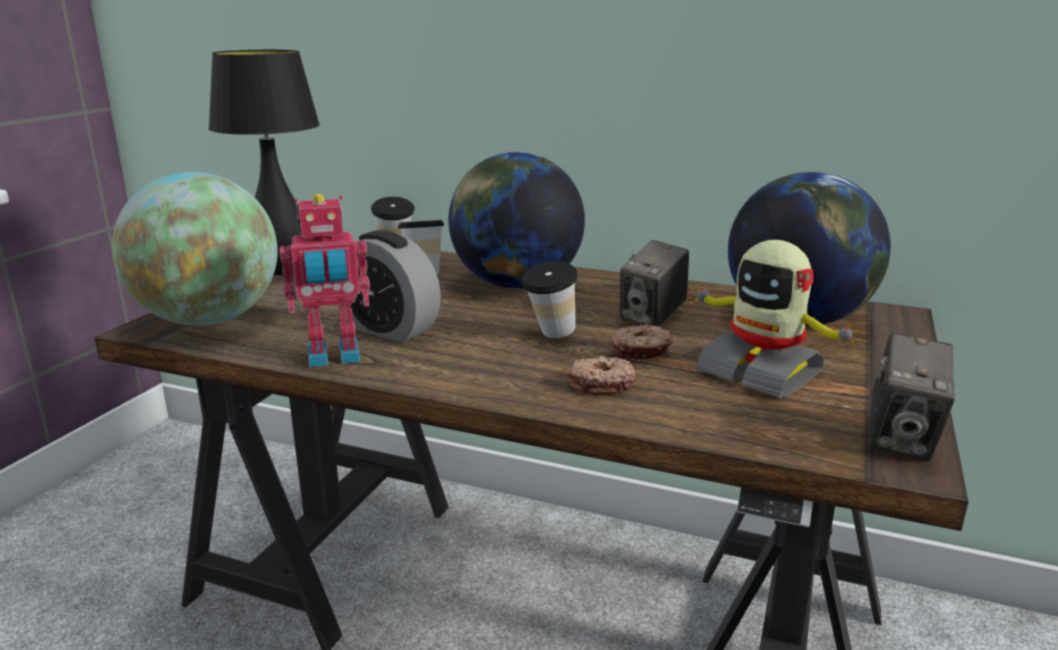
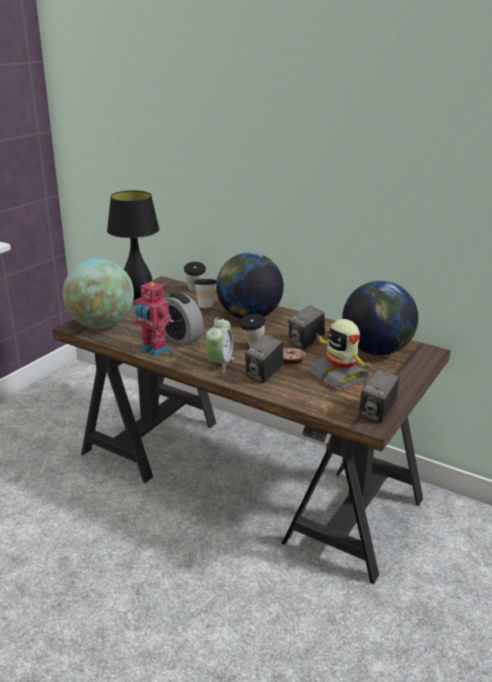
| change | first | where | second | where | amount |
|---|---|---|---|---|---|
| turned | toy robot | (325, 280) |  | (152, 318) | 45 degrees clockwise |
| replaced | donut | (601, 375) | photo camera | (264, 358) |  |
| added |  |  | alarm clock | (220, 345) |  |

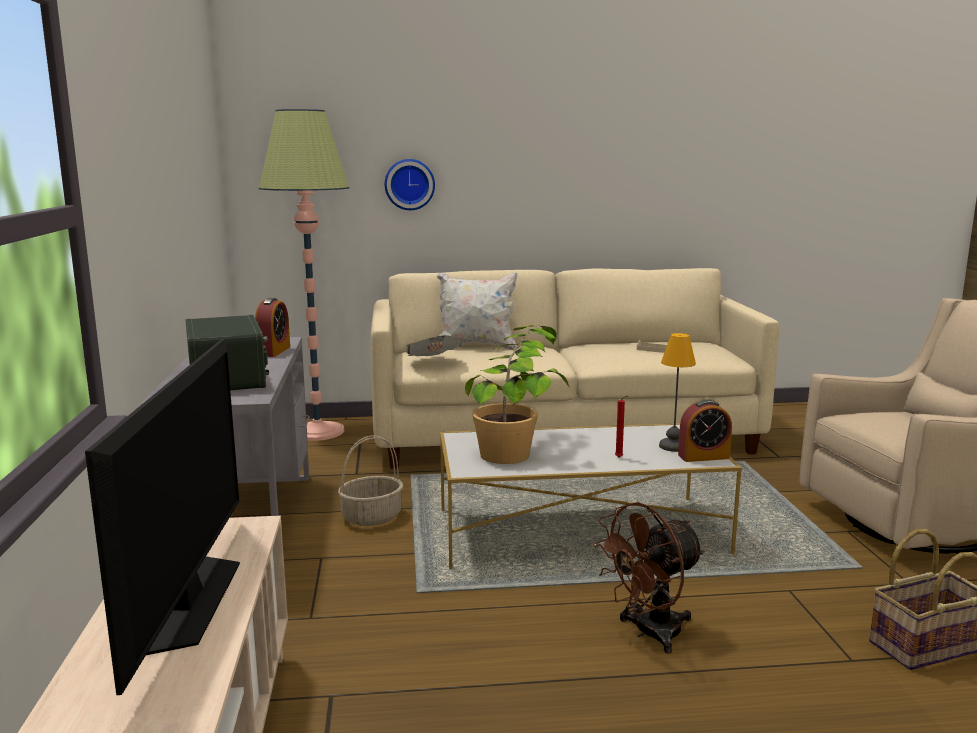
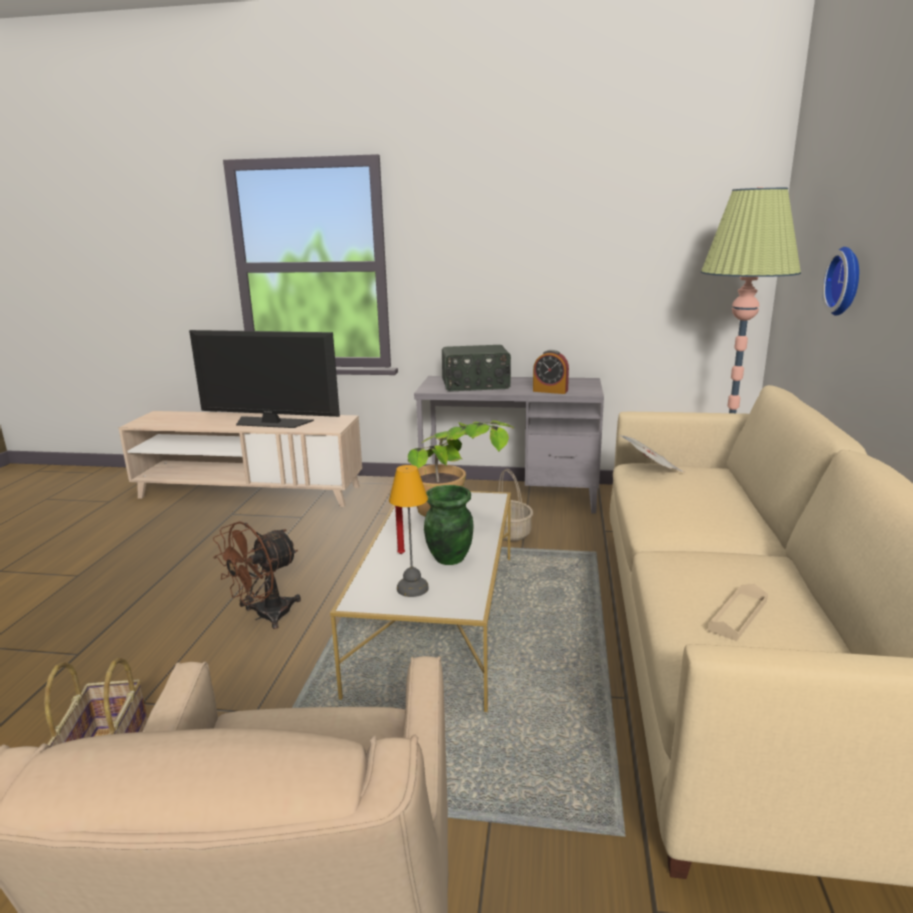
| change | first | where | second | where | amount |
|---|---|---|---|---|---|
| removed | white pillow | (477, 311) |  |  |  |
| turned | brown fan | (649, 578) |  | (257, 575) | 120 degrees counterclockwise |
| removed | alarm clock | (705, 430) |  |  |  |
| added |  |  | green vase | (449, 525) |  |

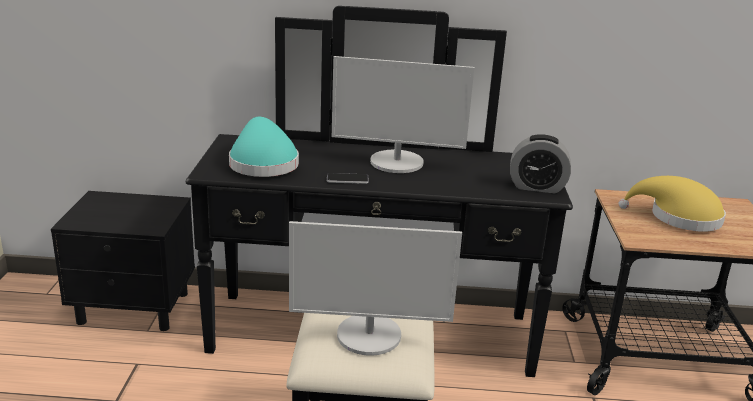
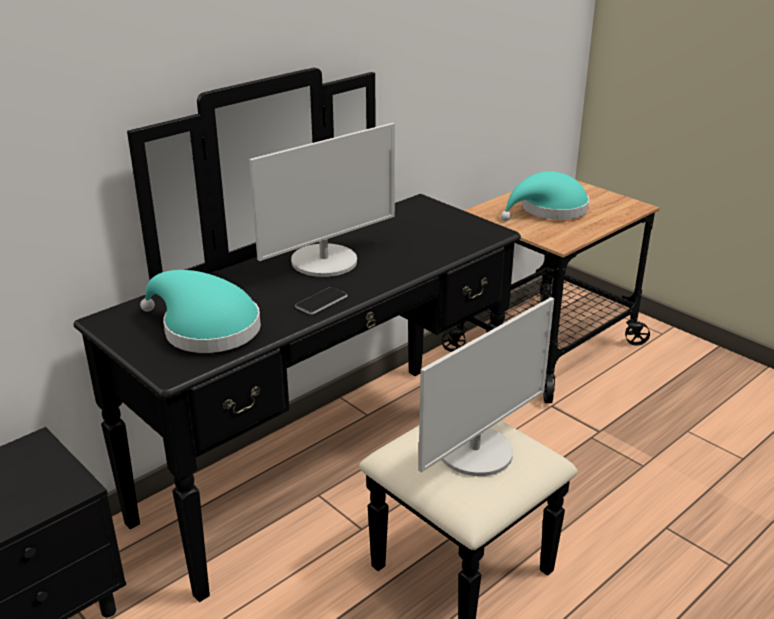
| change | first | where | second | where | amount |
|---|---|---|---|---|---|
| removed | alarm clock | (540, 163) |  |  |  |
| recoloured | yellow hat | (672, 204) | turquoise hat | (544, 196) |  |

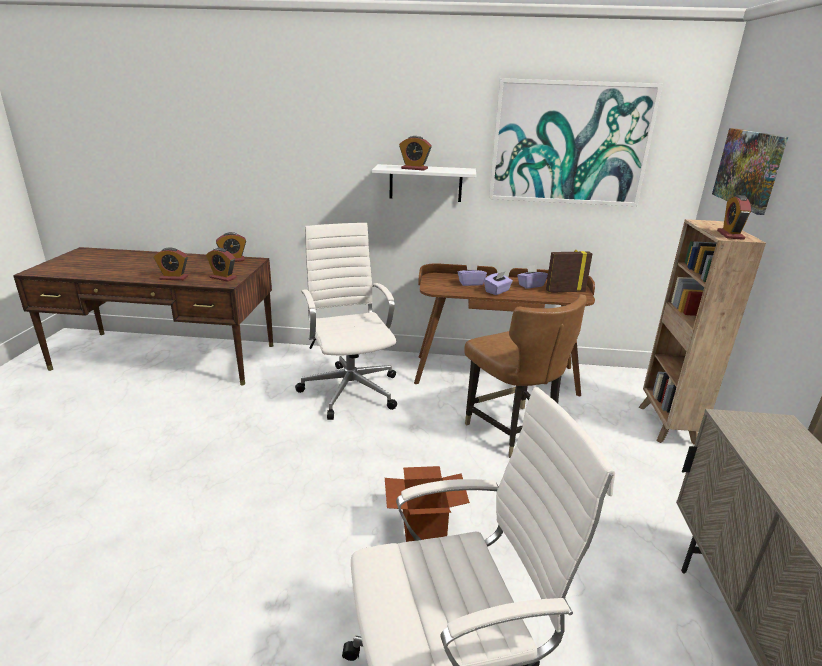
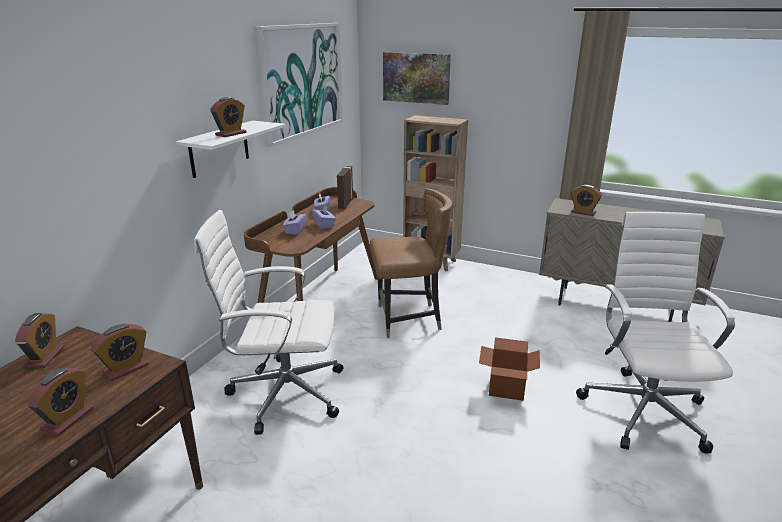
| change | first | where | second | where | amount |
|---|---|---|---|---|---|
| moved | alarm clock | (734, 217) |  | (586, 200) |  |

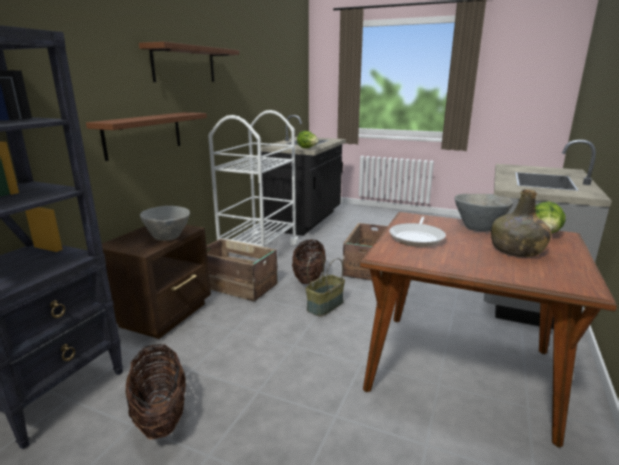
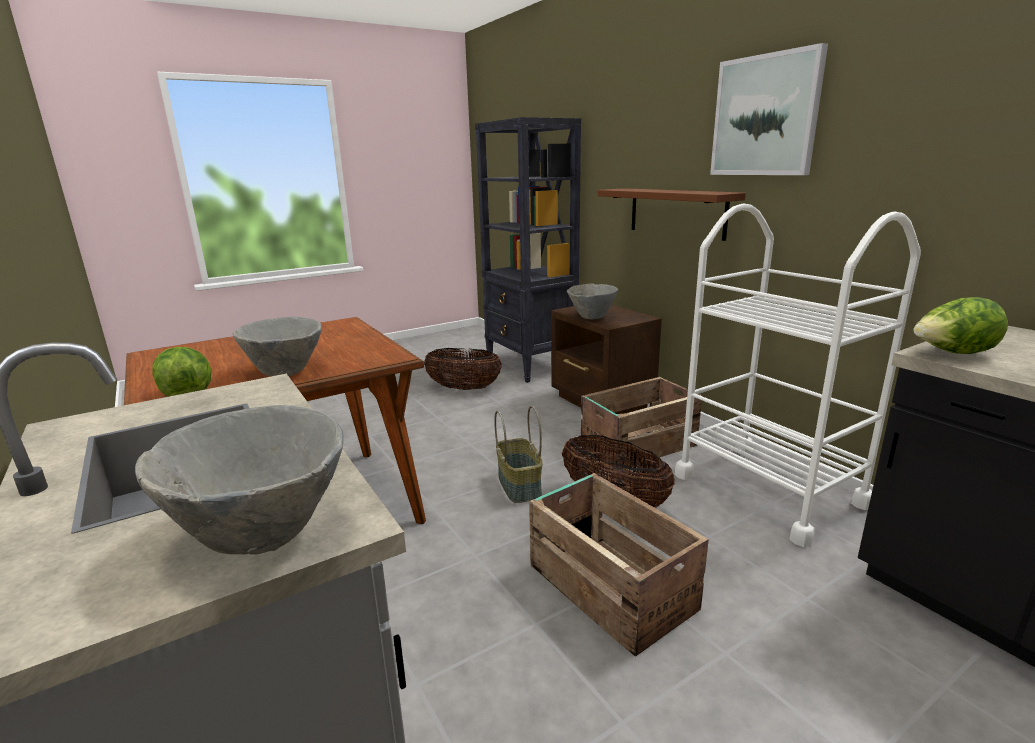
| change | first | where | second | where | amount |
|---|---|---|---|---|---|
| replaced | brown shelf | (189, 62) | picture | (769, 109) |  |
| removed | frying pan | (417, 231) |  |  |  |
| removed | green bottle | (521, 223) |  |  |  |
| added |  |  | grey bowl | (239, 480) |  |

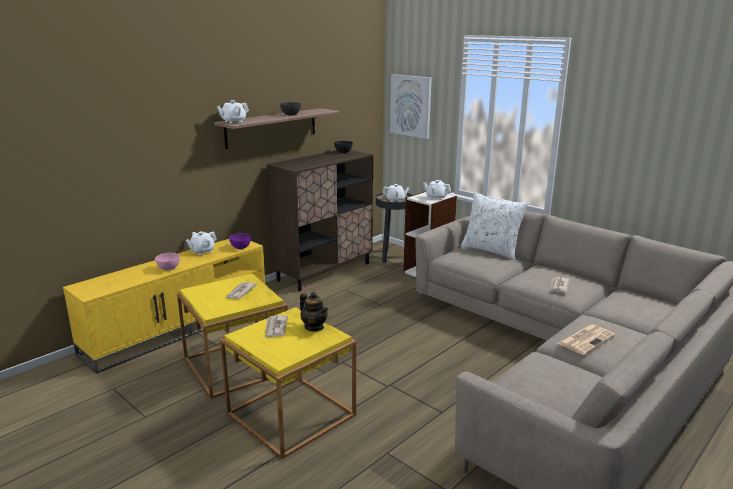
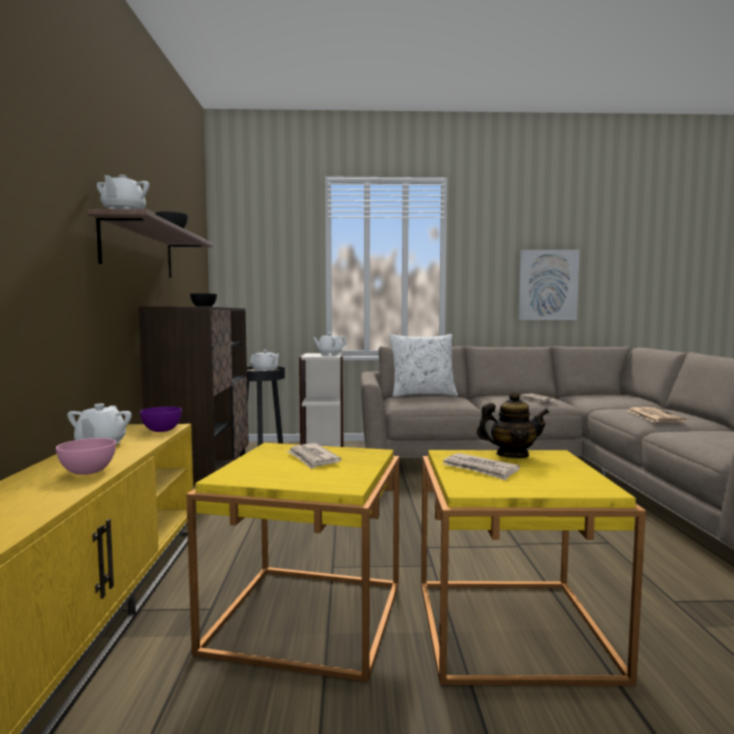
| change | first | where | second | where | amount |
|---|---|---|---|---|---|
| moved | picture | (411, 106) |  | (549, 285) |  |

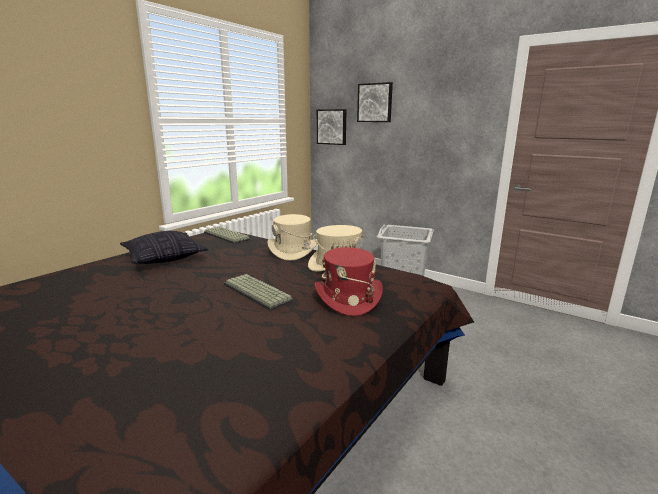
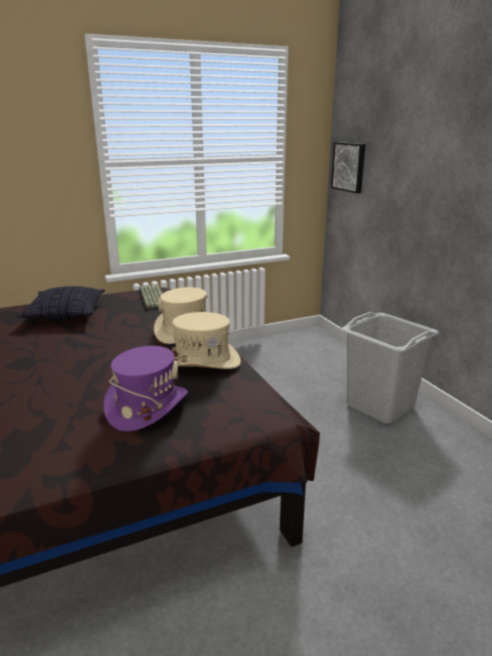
| change | first | where | second | where | amount |
|---|---|---|---|---|---|
| removed | keyboard | (259, 292) |  |  |  |
| recoloured | red hat | (349, 281) | purple hat | (146, 389) |  |
| removed | picture | (375, 102) |  |  |  |

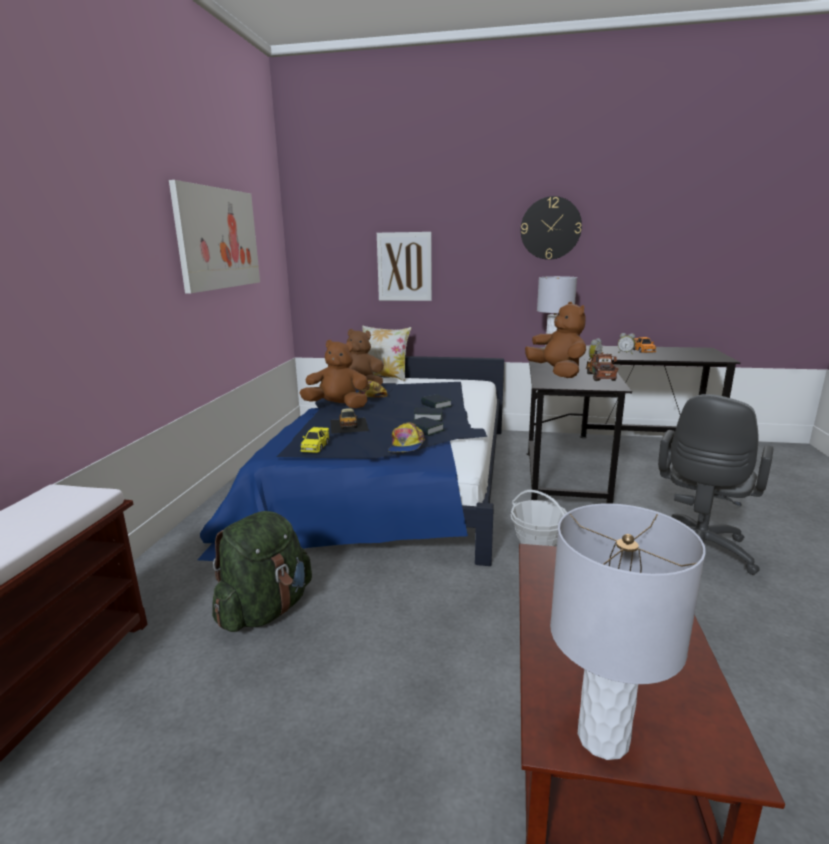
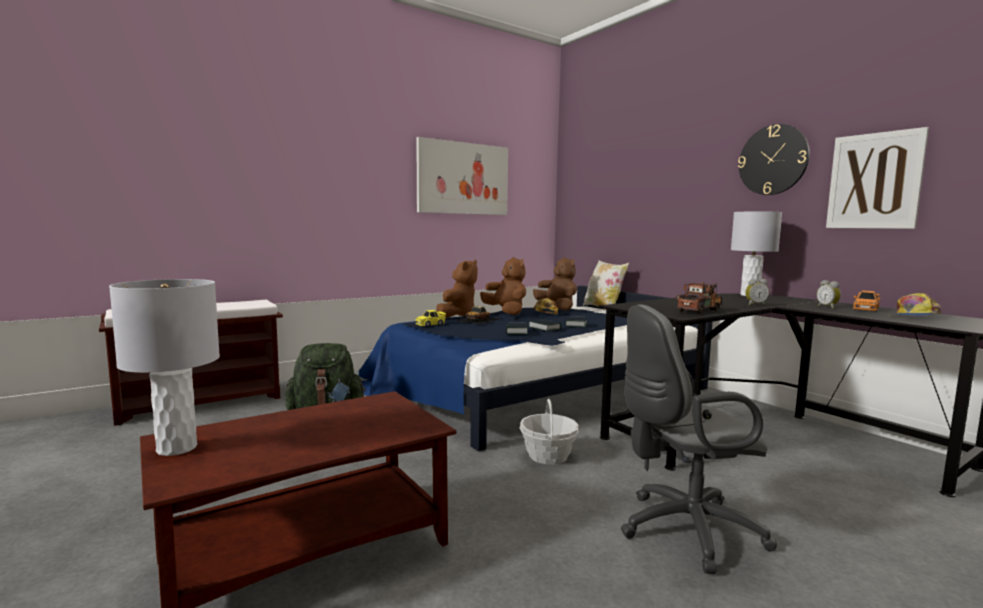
| change | first | where | second | where | amount |
|---|---|---|---|---|---|
| moved | picture | (404, 266) |  | (877, 178) |  |
| moved | cap | (406, 437) |  | (914, 304) |  |
| moved | brown plush toy | (555, 340) |  | (457, 289) |  |

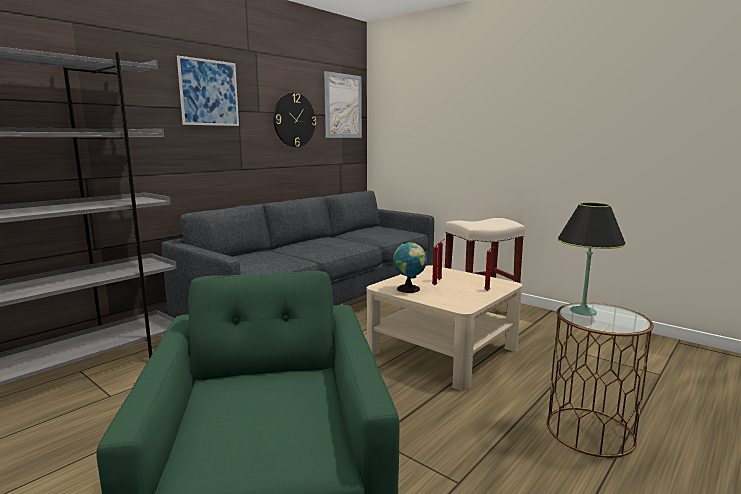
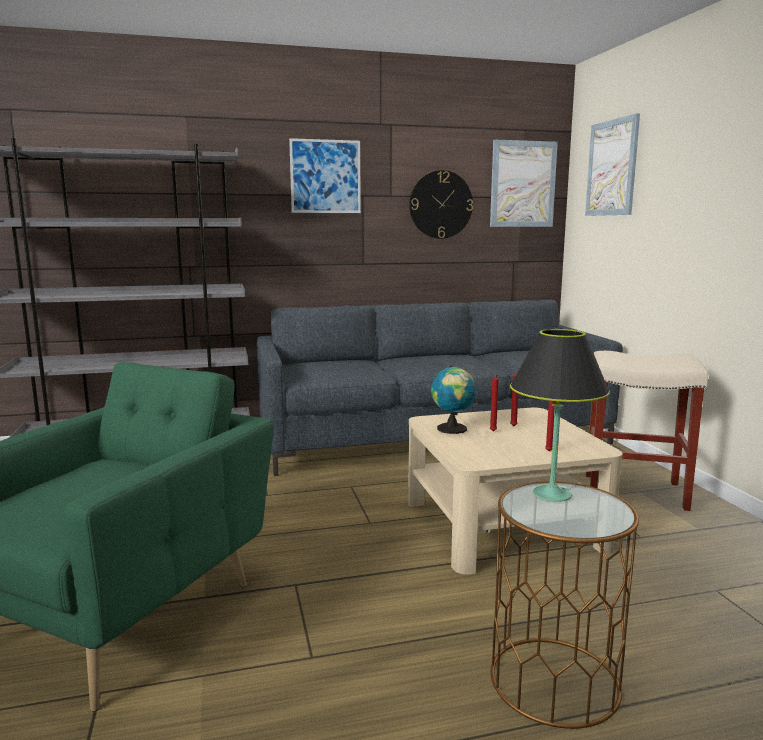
| change | first | where | second | where | amount |
|---|---|---|---|---|---|
| added |  |  | picture | (612, 164) |  |

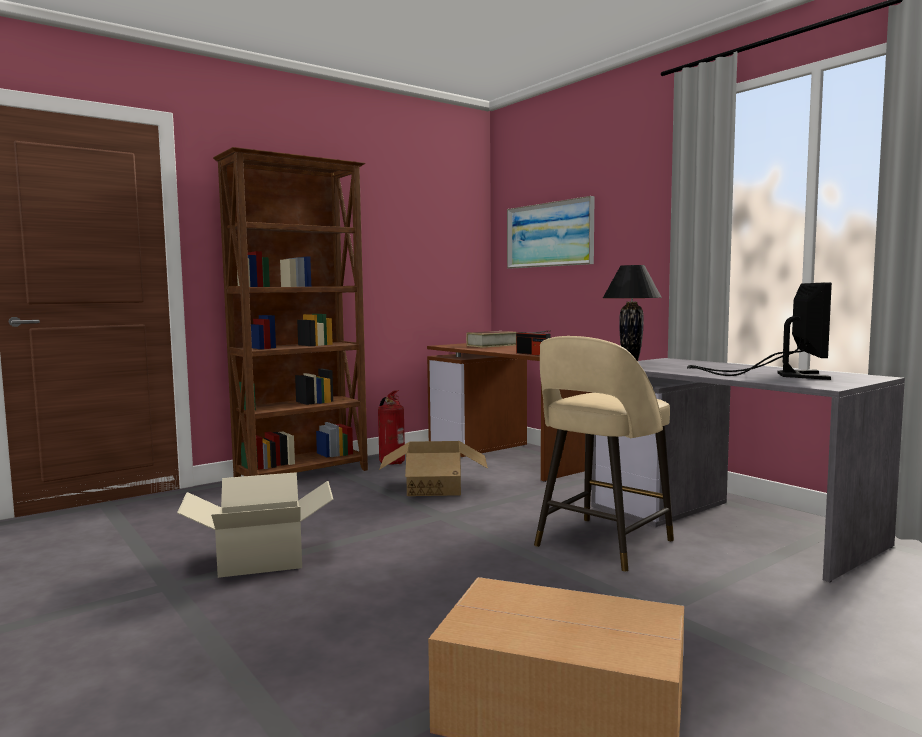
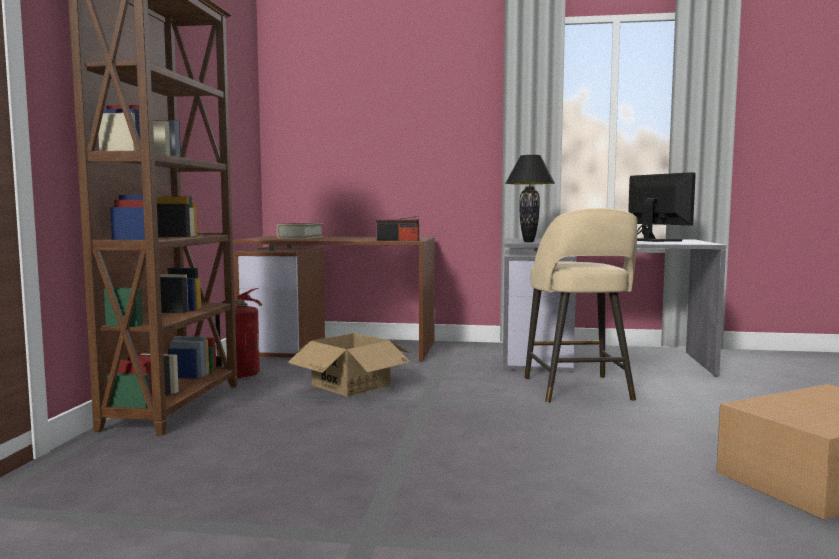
| change | first | where | second | where | amount |
|---|---|---|---|---|---|
| removed | cardboard box | (255, 525) |  |  |  |
| removed | picture | (550, 232) |  |  |  |

